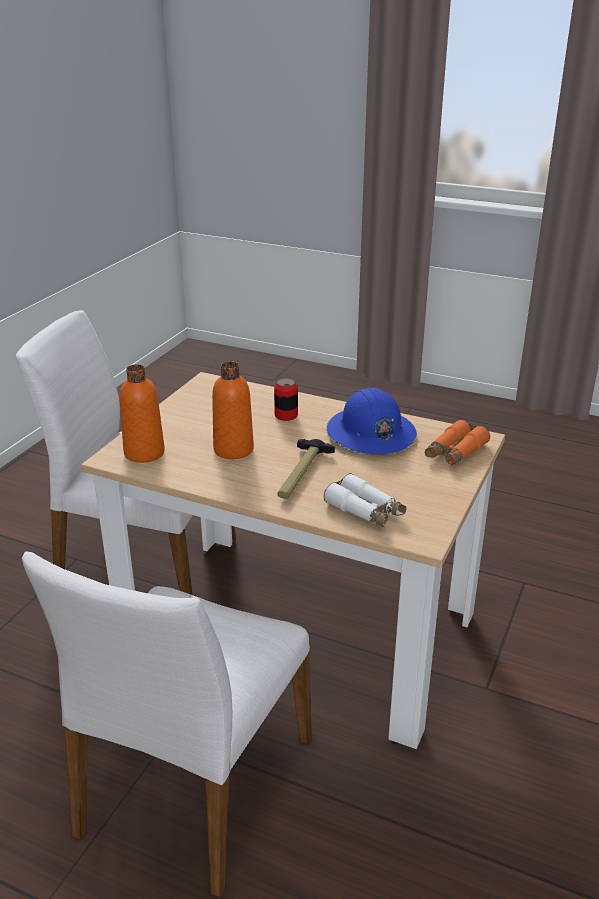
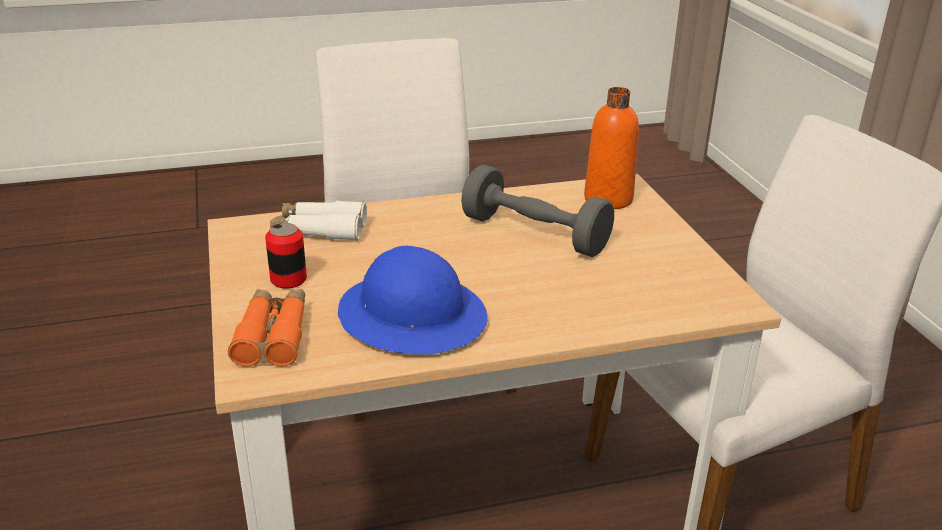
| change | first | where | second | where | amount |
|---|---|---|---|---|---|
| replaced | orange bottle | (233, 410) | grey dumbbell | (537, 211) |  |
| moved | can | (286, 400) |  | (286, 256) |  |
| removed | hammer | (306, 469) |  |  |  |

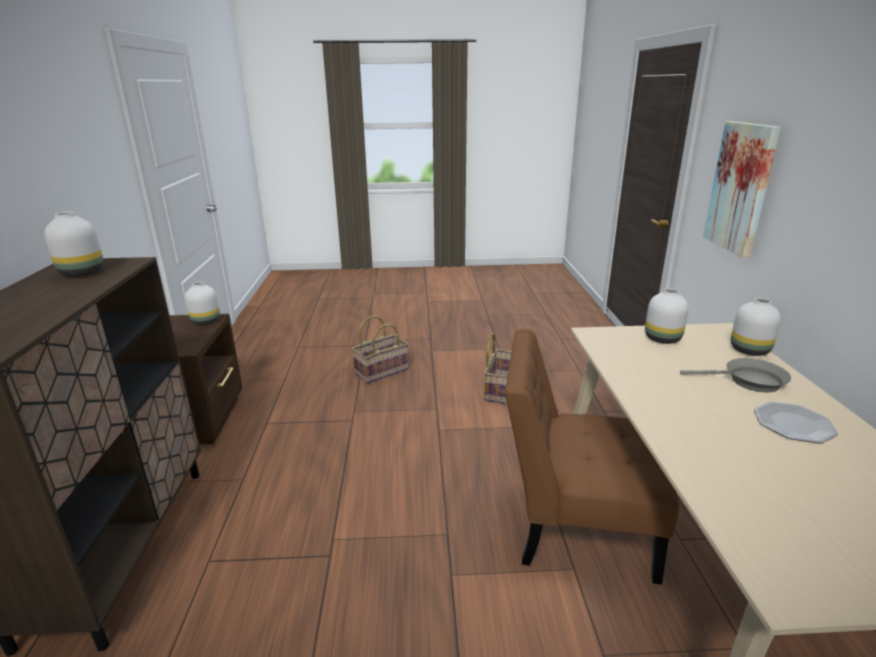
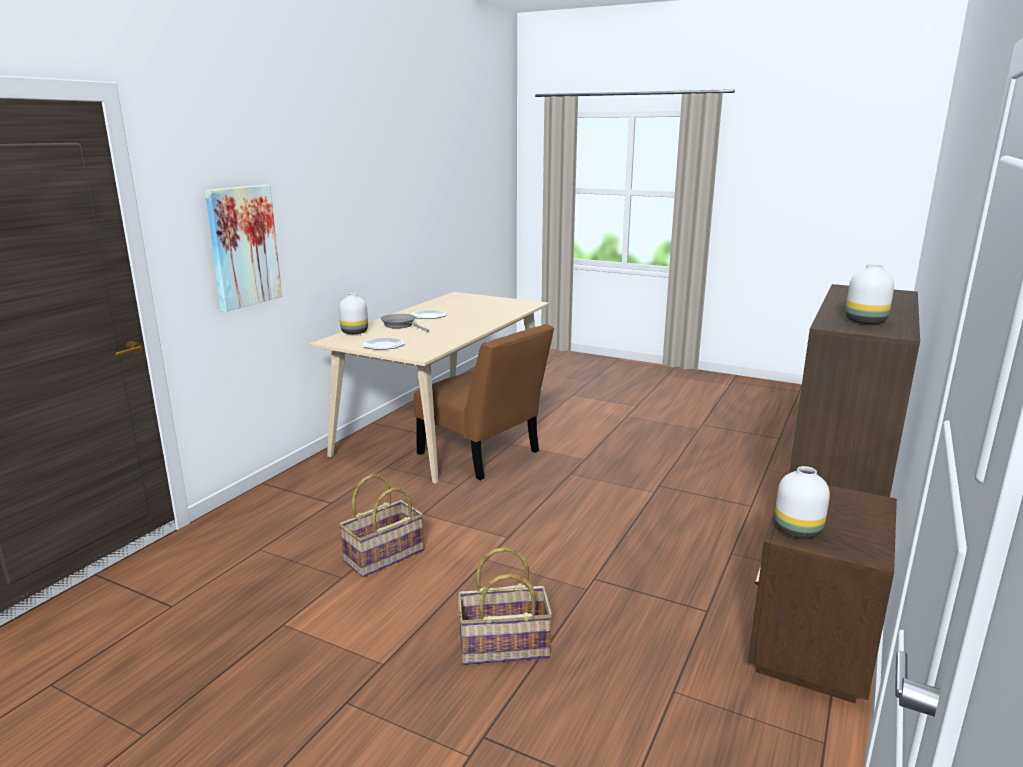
| change | first | where | second | where | amount |
|---|---|---|---|---|---|
| replaced | white vase | (667, 316) | plate | (384, 343) |  |

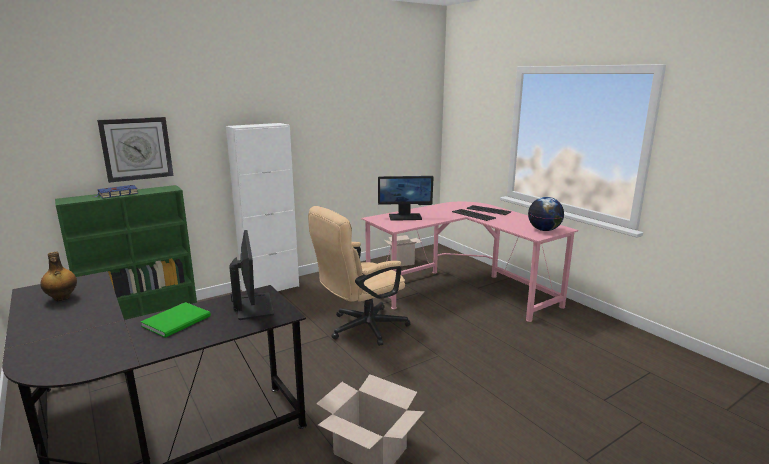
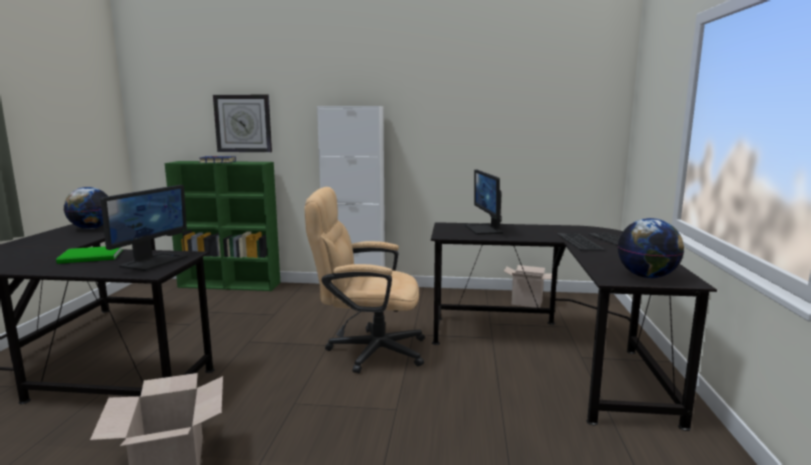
| change | first | where | second | where | amount |
|---|---|---|---|---|---|
| replaced | bottle | (58, 276) | globe | (86, 208) |  |
| recoloured | pink desk | (469, 262) | black desk | (574, 326) |  |
| turned | monitor | (406, 198) |  | (484, 202) | 45 degrees clockwise |

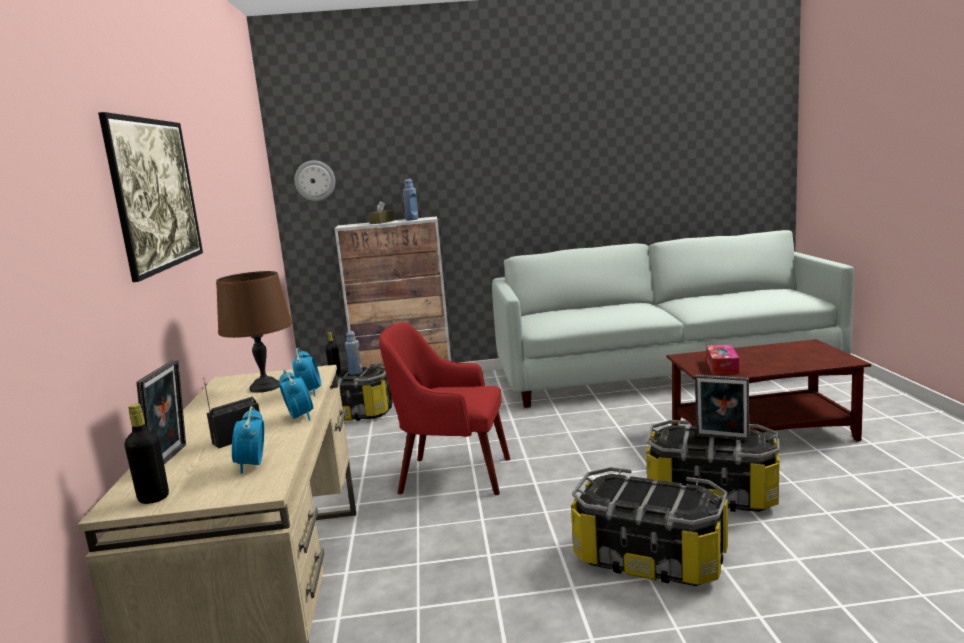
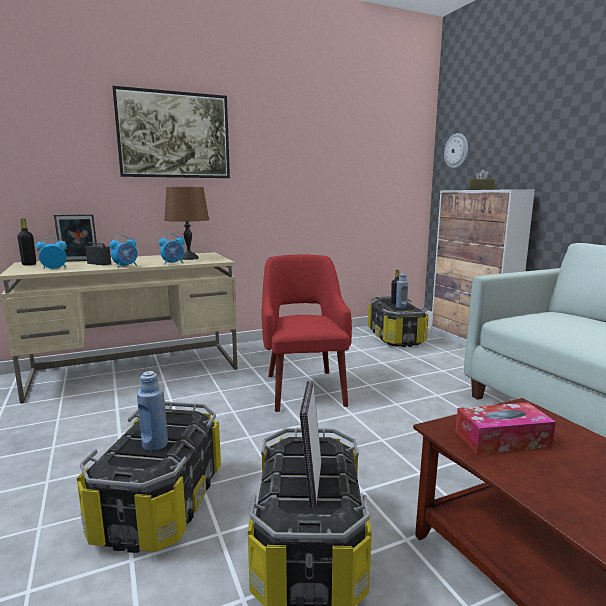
| change | first | where | second | where | amount |
|---|---|---|---|---|---|
| moved | blue bottle | (411, 199) |  | (152, 411) |  |

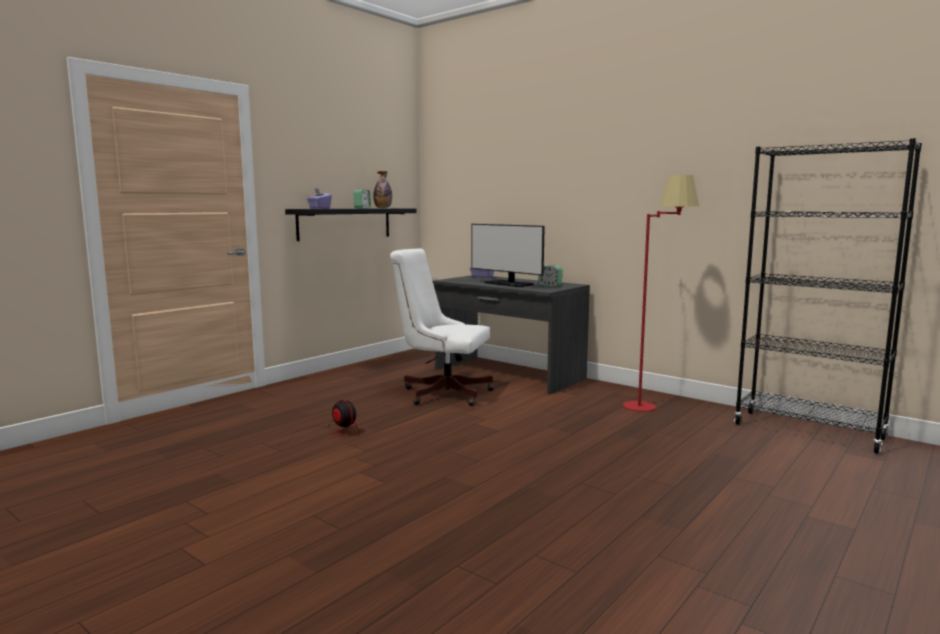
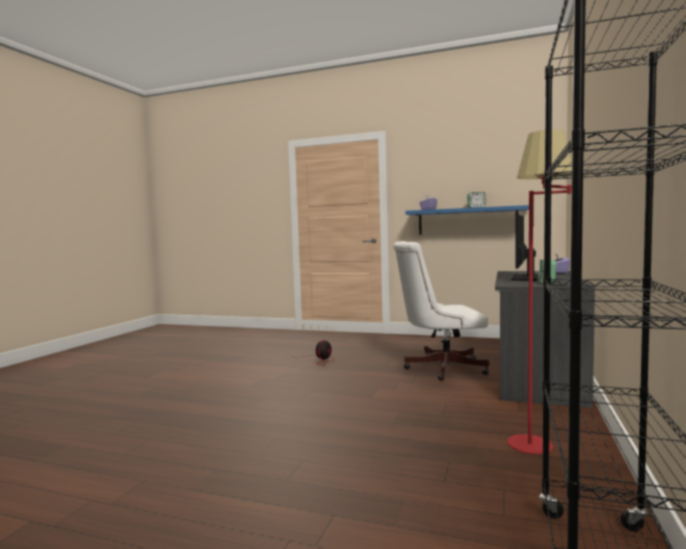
| change | first | where | second | where | amount |
|---|---|---|---|---|---|
| recoloured | black shelf | (351, 224) | blue shelf | (467, 220) |  |
| removed | bottle | (382, 189) |  |  |  |
| turned | white office chair | (442, 327) |  | (441, 310) | 90 degrees counterclockwise |

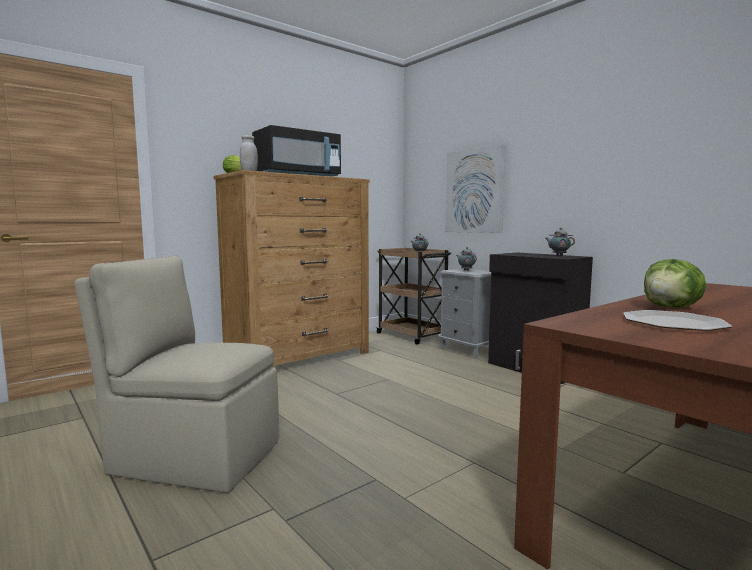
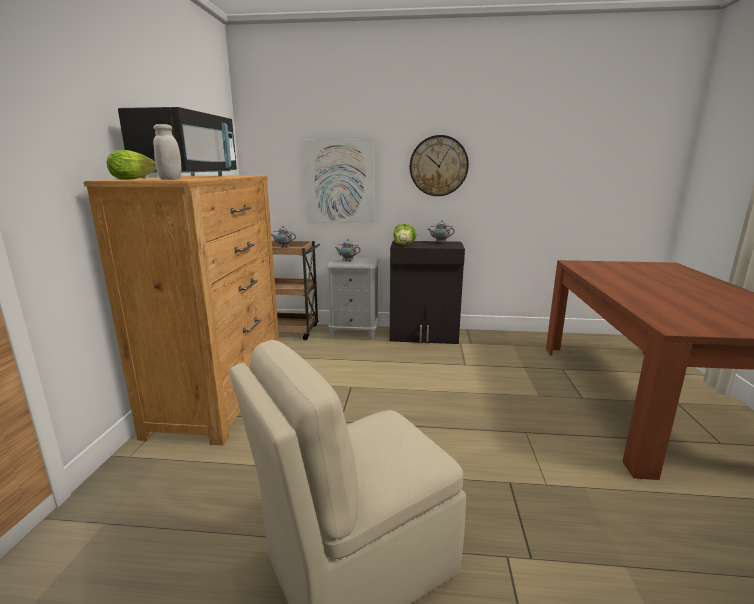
| change | first | where | second | where | amount |
|---|---|---|---|---|---|
| removed | plate | (677, 320) |  |  |  |
| moved | lettuce | (675, 283) |  | (405, 234) |  |
| added |  |  | wall clock | (439, 165) |  |

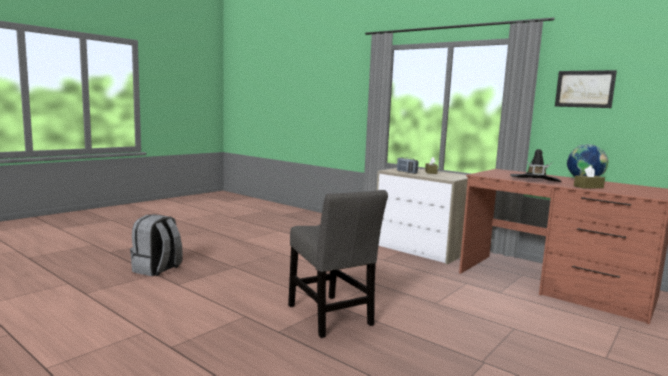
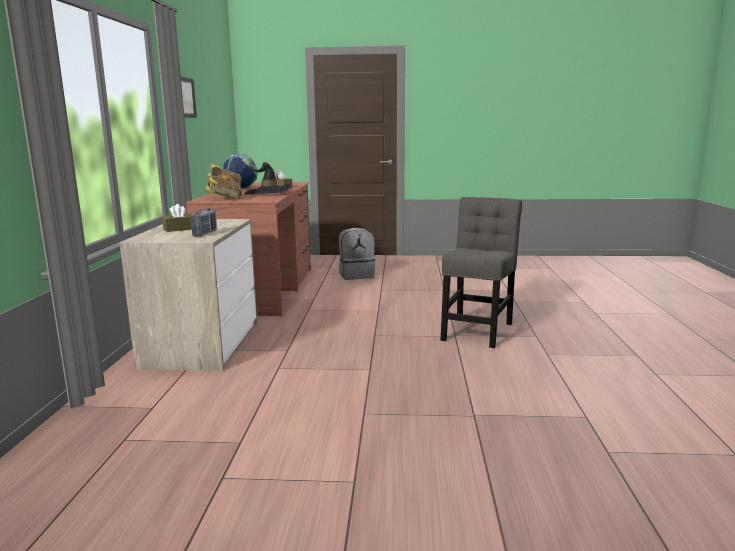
| change | first | where | second | where | amount |
|---|---|---|---|---|---|
| moved | grey backpack | (156, 245) |  | (357, 254) |  |
| added |  |  | book | (223, 182) |  |

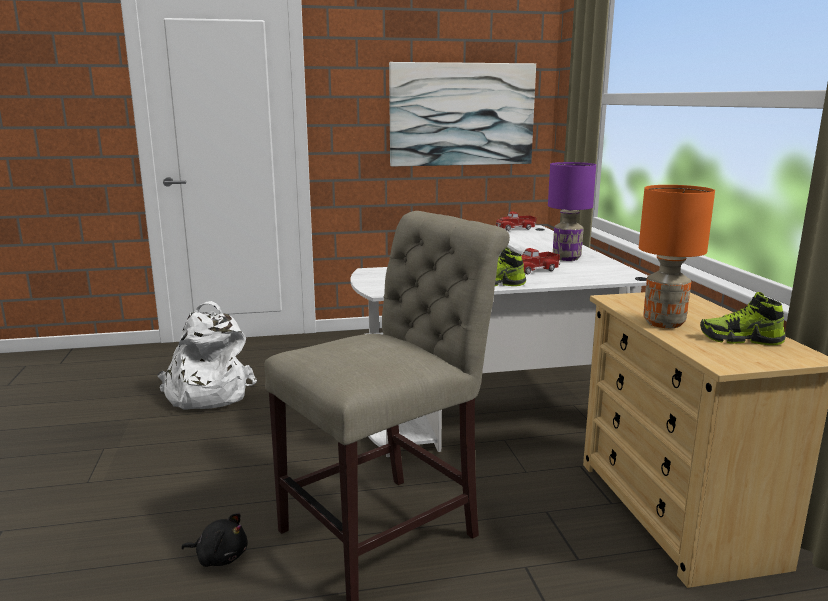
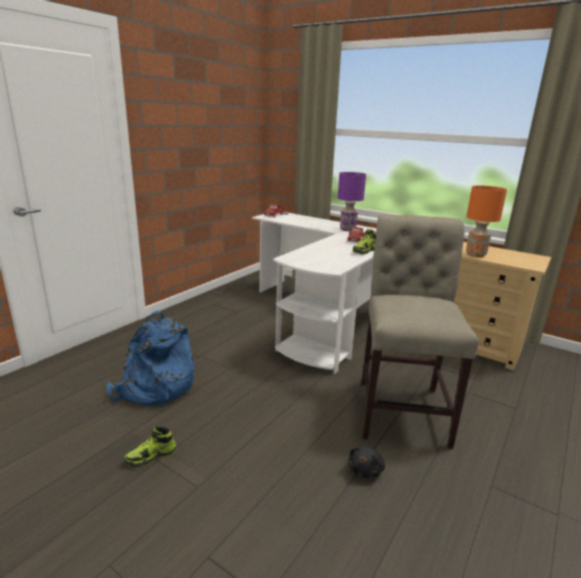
| change | first | where | second | where | amount |
|---|---|---|---|---|---|
| recoloured | white backpack | (207, 355) | blue backpack | (151, 358) |  |
| turned | black plush toy | (214, 540) |  | (366, 461) | 150 degrees clockwise |
| removed | picture | (462, 114) |  |  |  |
| moved | shoe | (743, 318) |  | (150, 447) |  |

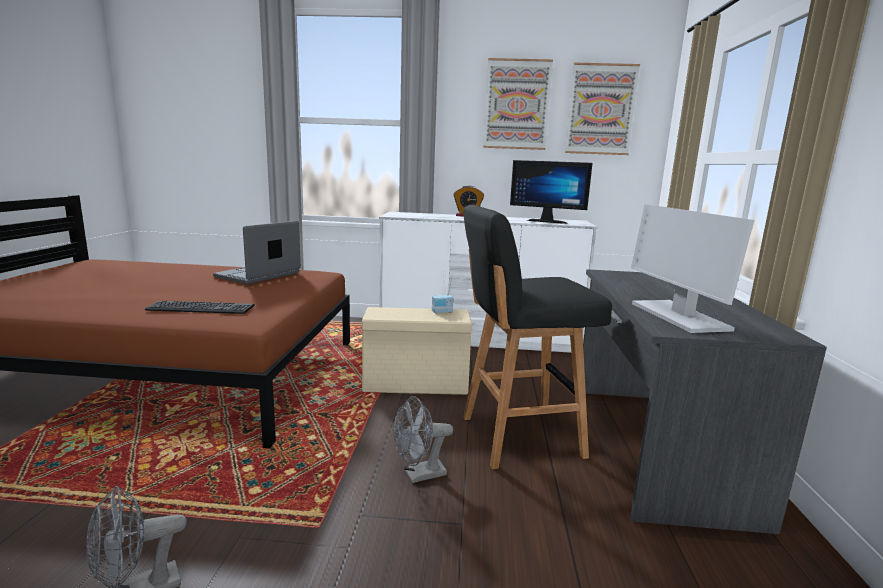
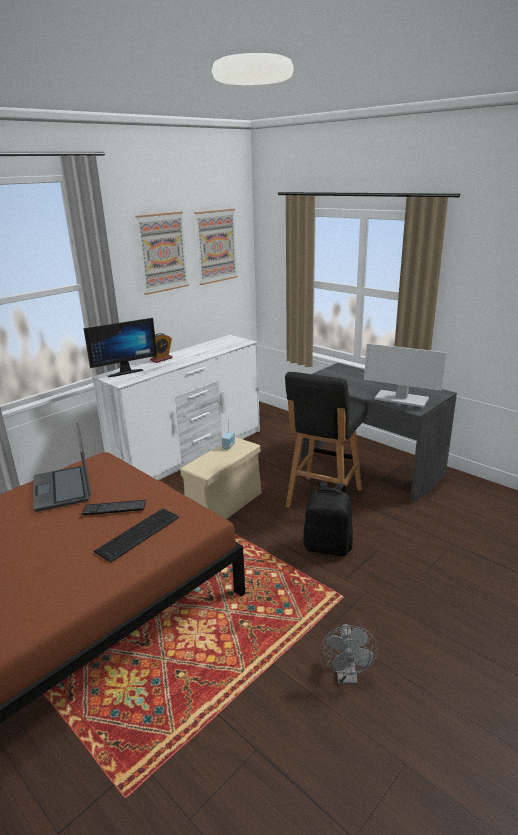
| change | first | where | second | where | amount |
|---|---|---|---|---|---|
| replaced | grey fan | (423, 439) | black backpack | (328, 518) |  |
| moved | monitor | (551, 192) |  | (120, 347) |  |
| added |  |  | keyboard | (114, 508) |  |

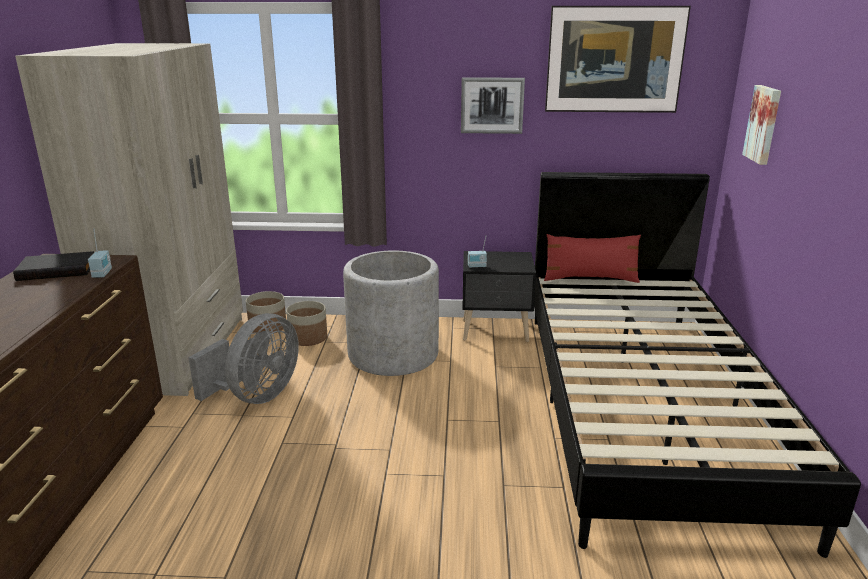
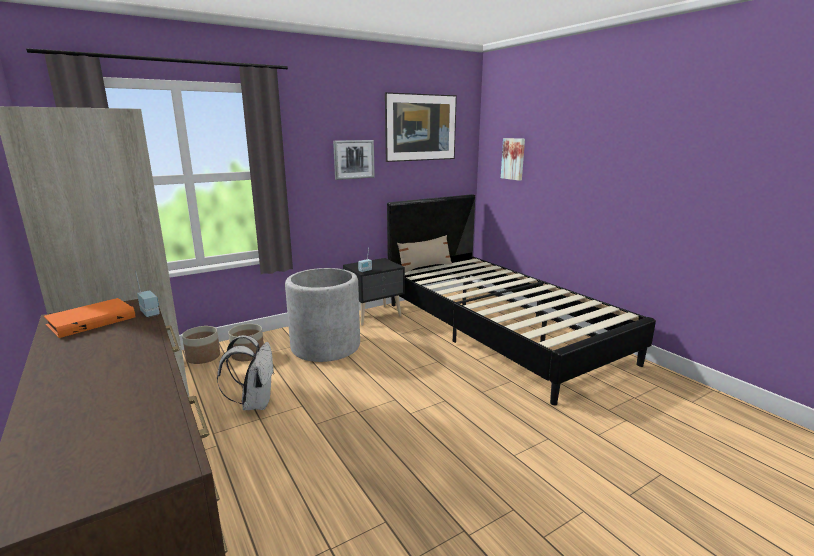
| change | first | where | second | where | amount |
|---|---|---|---|---|---|
| recoloured | black book | (53, 266) | orange book | (89, 318) |  |
| replaced | grey fan | (243, 358) | white backpack | (245, 372) |  |
| recoloured | red pillow | (592, 258) | beige pillow | (424, 254) |  |

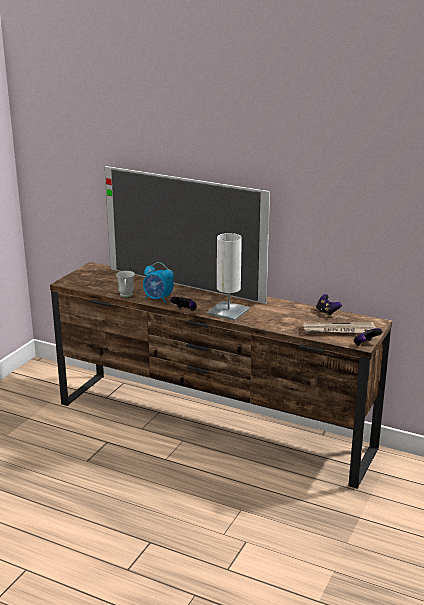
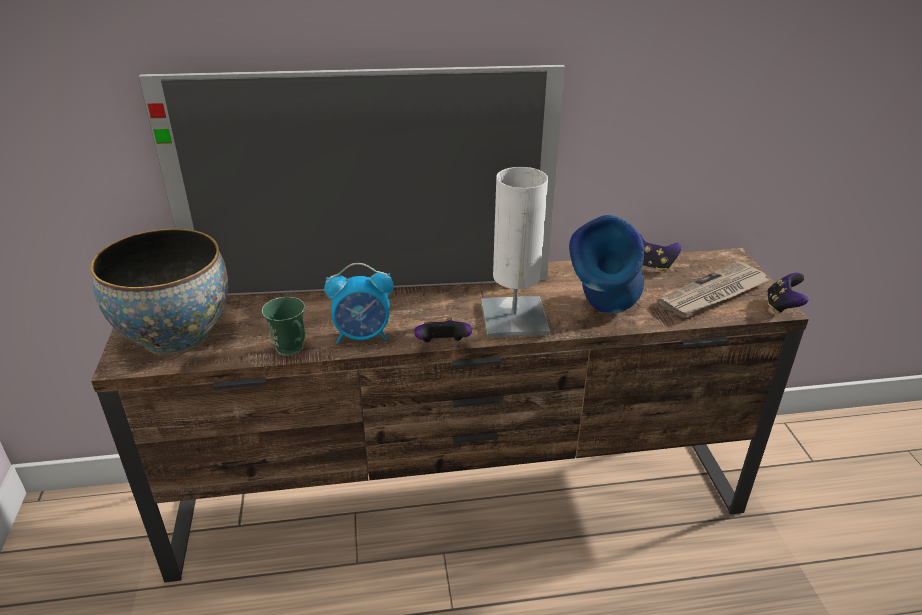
| change | first | where | second | where | amount |
|---|---|---|---|---|---|
| recoloured | white mug | (125, 284) | green mug | (283, 326) |  |
| added |  |  | bowl | (159, 291) |  |
| added |  |  | blue vase | (607, 264) |  |

